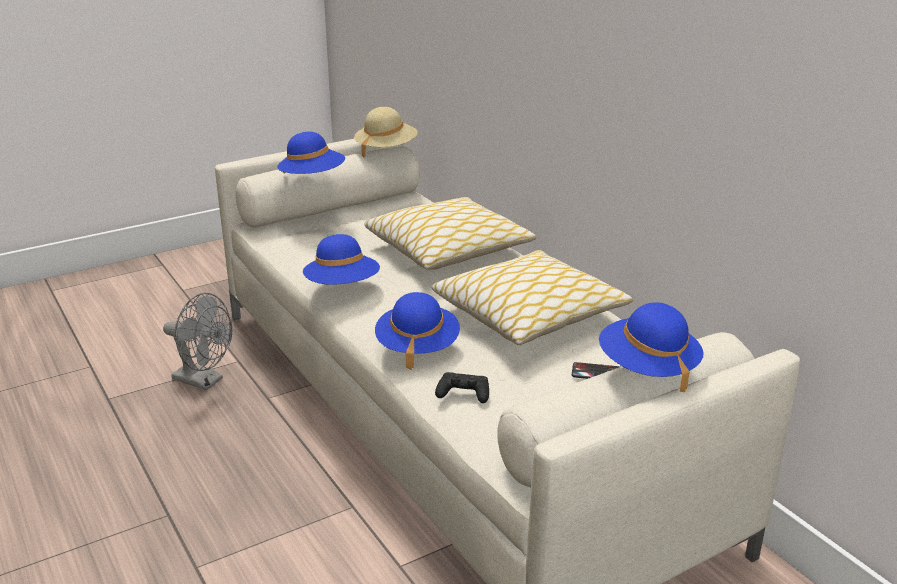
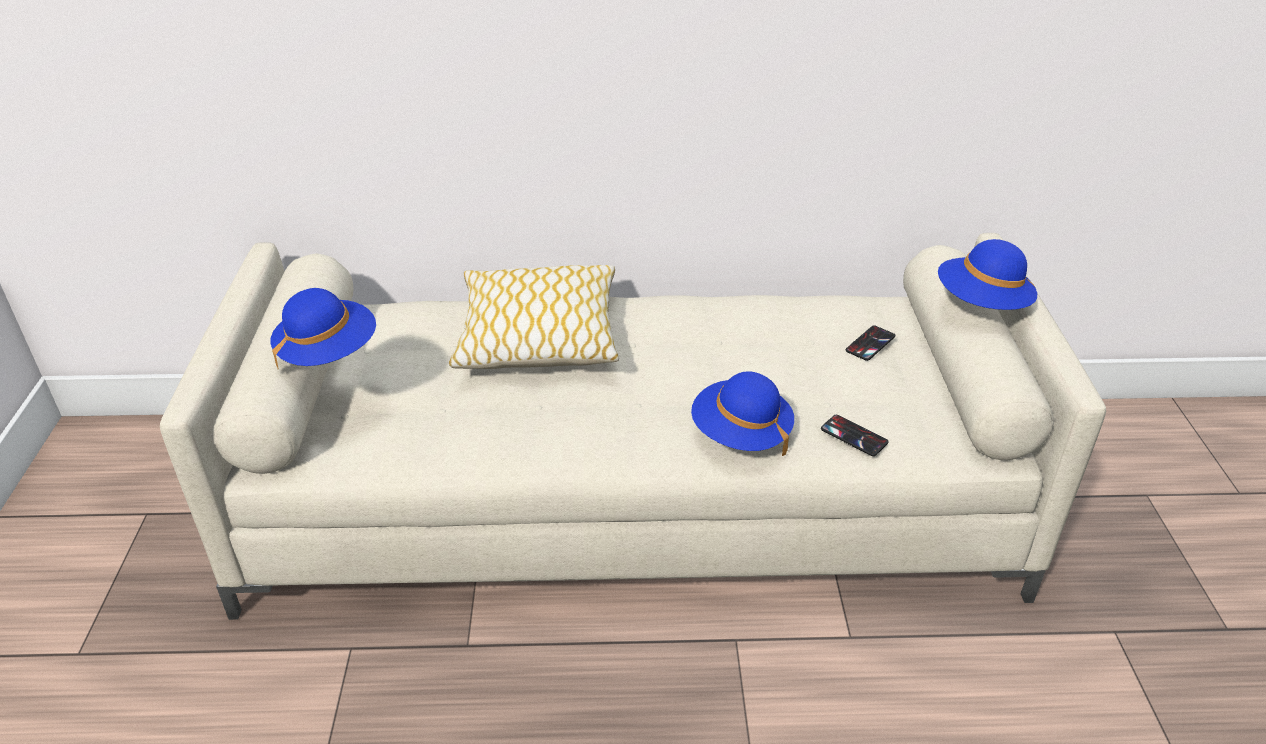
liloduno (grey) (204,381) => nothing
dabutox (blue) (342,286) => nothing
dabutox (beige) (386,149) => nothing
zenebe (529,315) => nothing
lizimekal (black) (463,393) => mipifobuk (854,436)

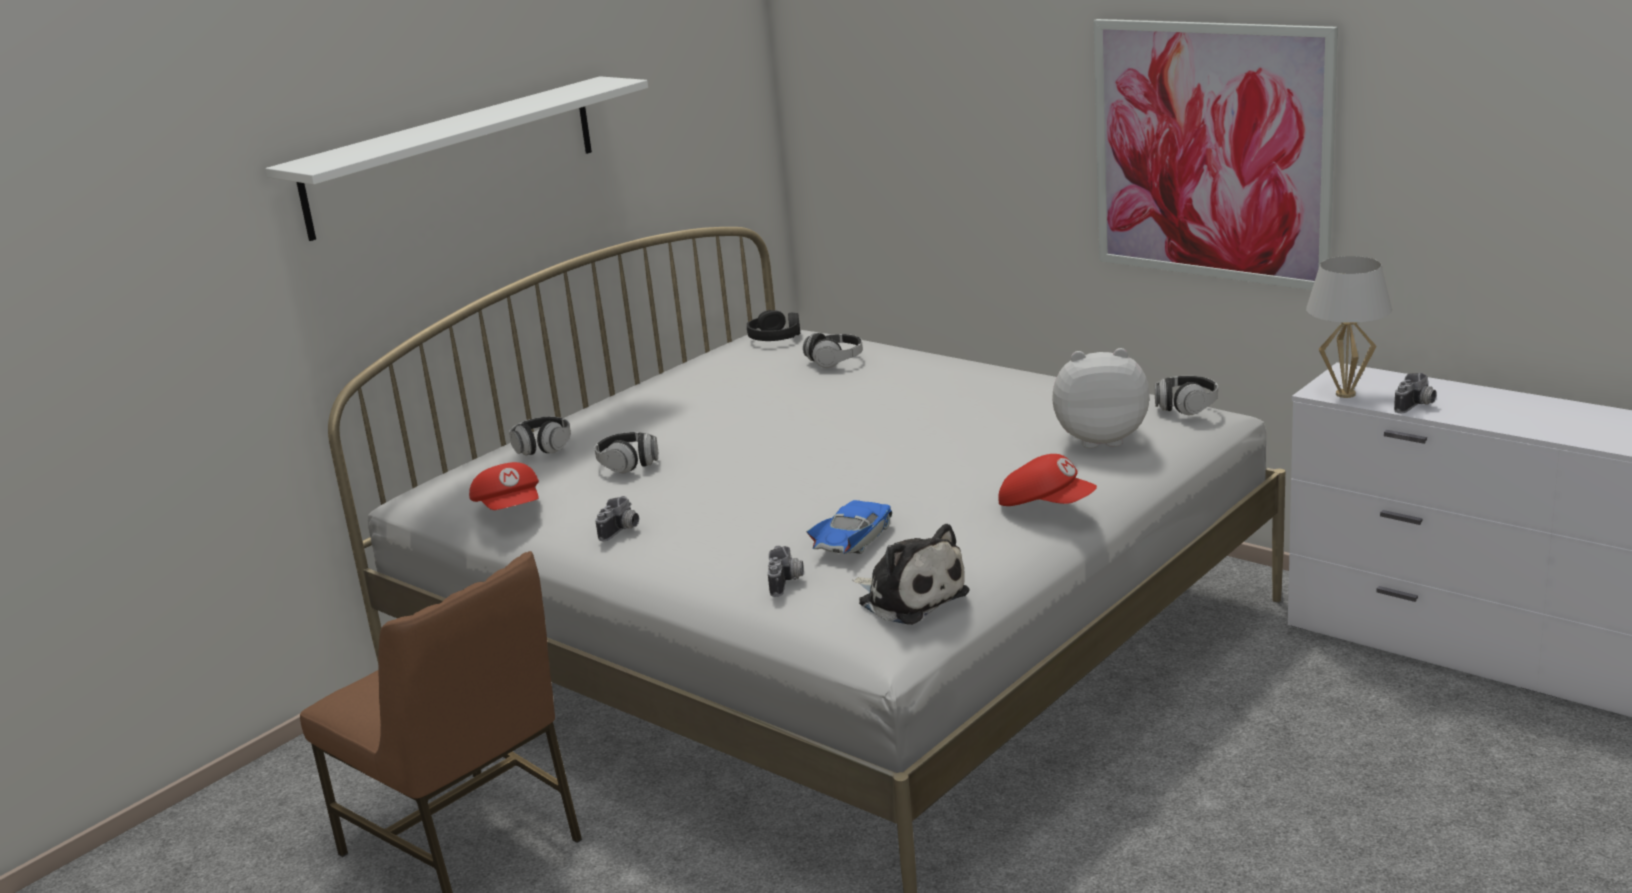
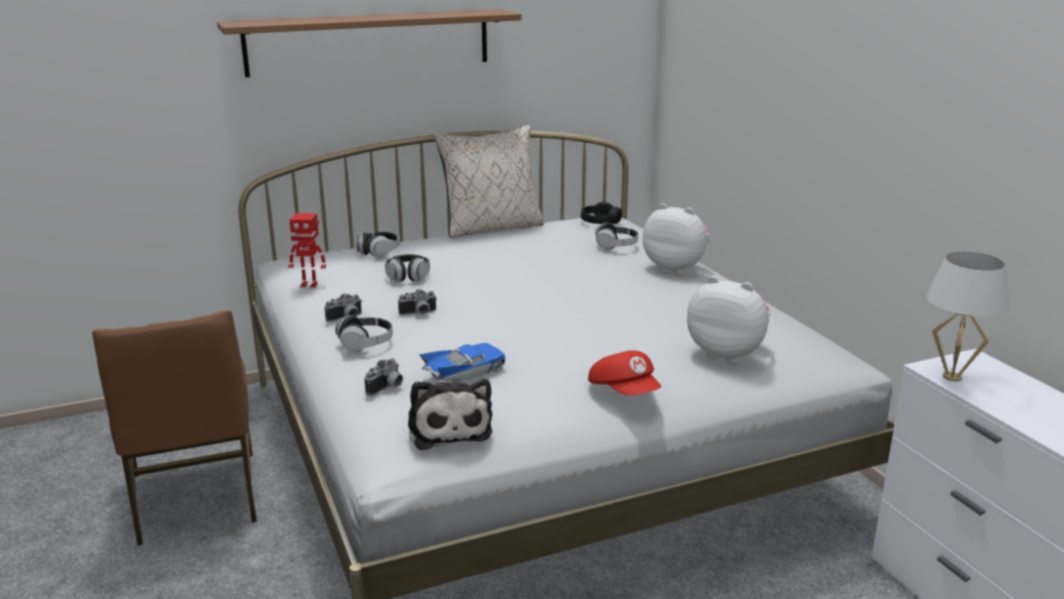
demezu (1211,152) => nothing
nothing => zenebe (beige) (492,228)
nothing => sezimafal (676,268)
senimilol (1185,407) => senimilol (365,344), shifted
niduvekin (1417,406) => niduvekin (418,313), shifted
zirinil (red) (510,509) => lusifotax (309,284)
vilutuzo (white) (453,156) => vilutuzo (brown) (369,42)

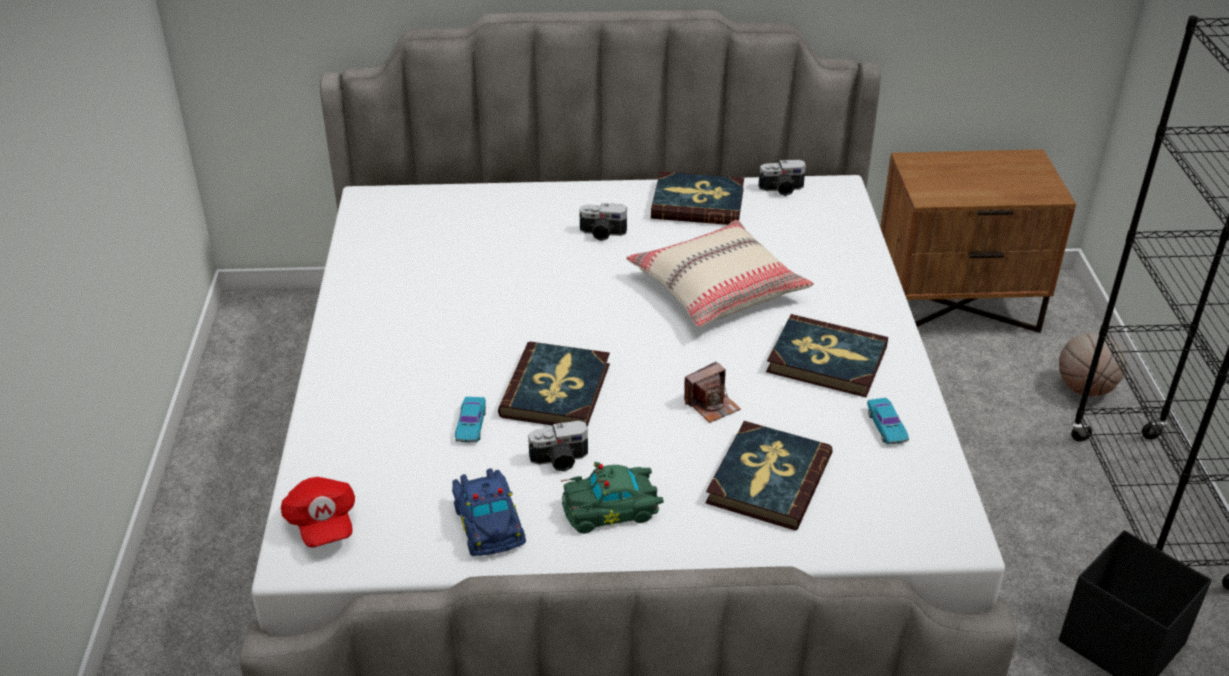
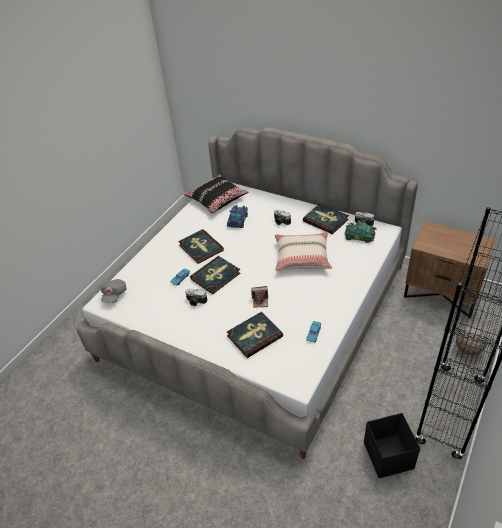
nothing => zenebe (black) (216,199)
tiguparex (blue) (489,522) => tiguparex (blue) (238,220), shifted
tiguparex (green) (613,509) => tiguparex (green) (360,236), shifted
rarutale (826,360) => rarutale (200,248), shifted
zirinil (red) (322,524) => zirinil (grey) (114,295)

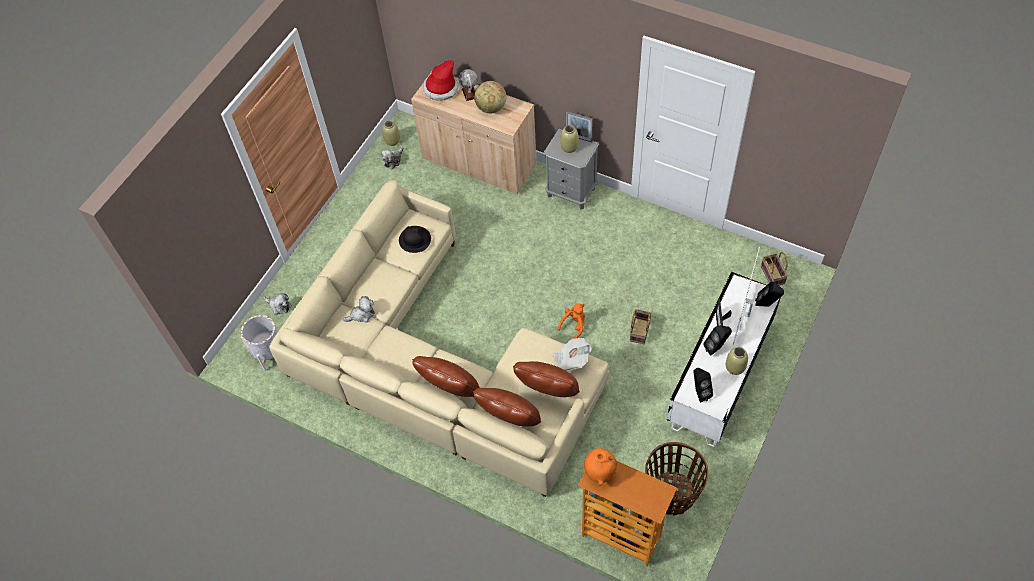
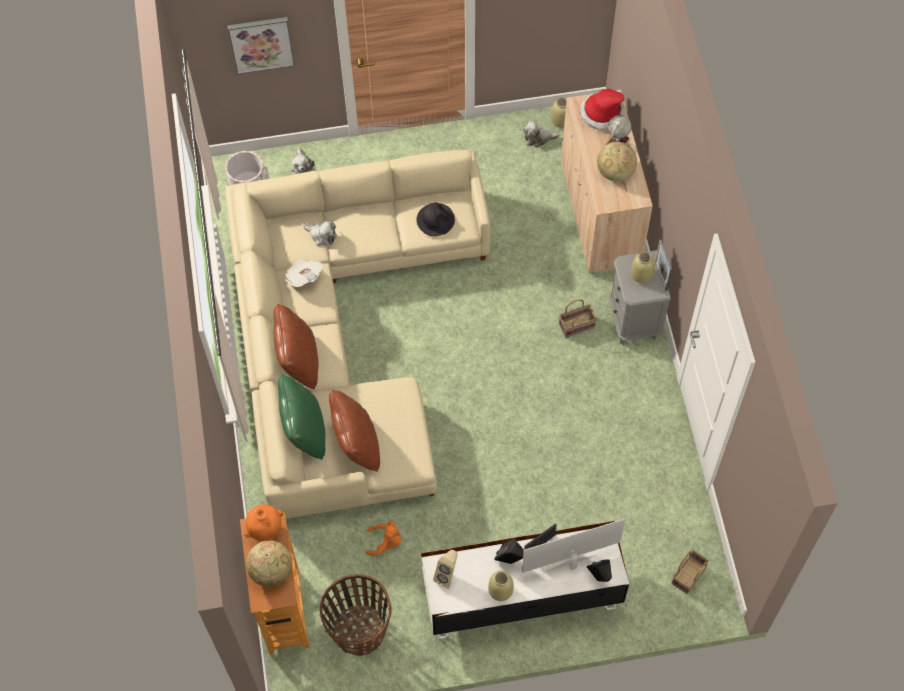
nothing => demezu (261,44)
nothing => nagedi (272,571)
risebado (571,359) => risebado (304,277), shifted
sezimafal (orange) (574,325) => sezimafal (orange) (385,542), shifted
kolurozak (639,330) => kolurozak (577,325), shifted
zenebe (brown) (509,420) => zenebe (green) (305,431)
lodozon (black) (699,392) => lodozon (beige) (447,575)

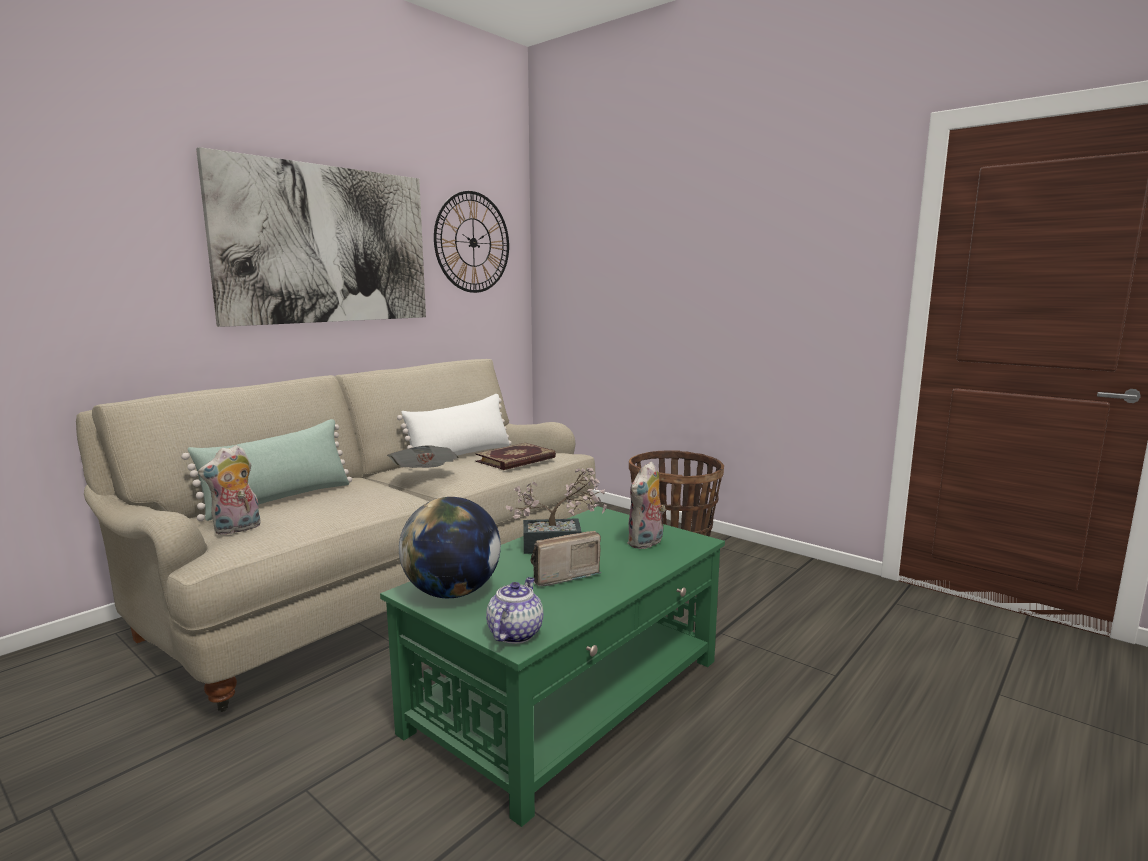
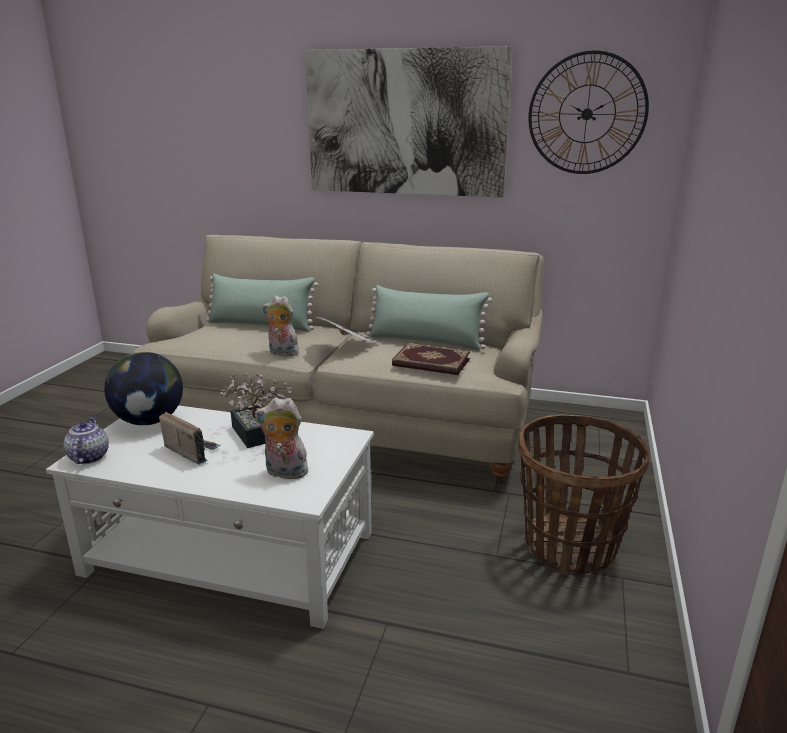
sezimafal (237,529) => sezimafal (281,353), shifted
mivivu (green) (570,694) => mivivu (white) (231,554)
zenebe (white) (460,455) => zenebe (green) (426,341)
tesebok (515,633) => tesebok (89,457), 90 degrees counterclockwise

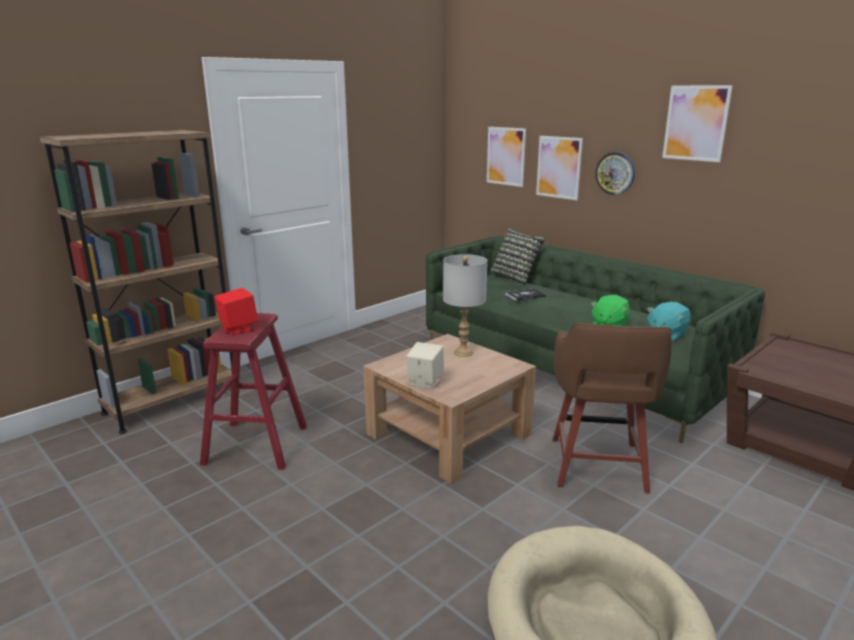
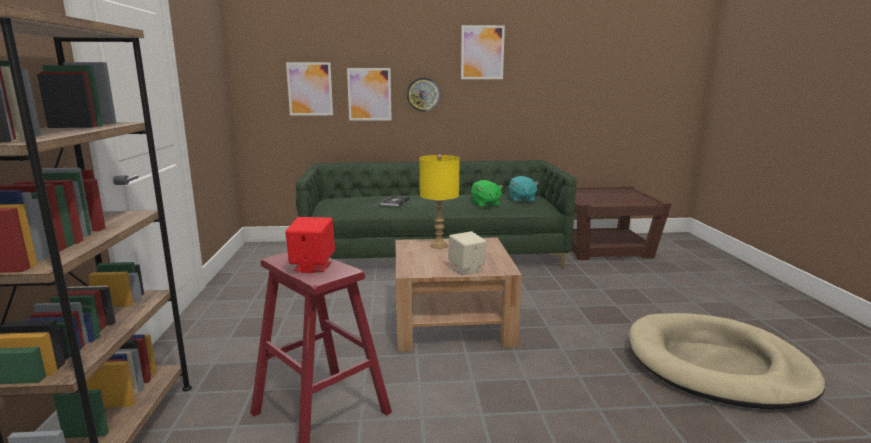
zenebe (515,278) => nothing
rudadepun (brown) (597,467) => nothing
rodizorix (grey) (463,352) => rodizorix (yellow) (439,245)

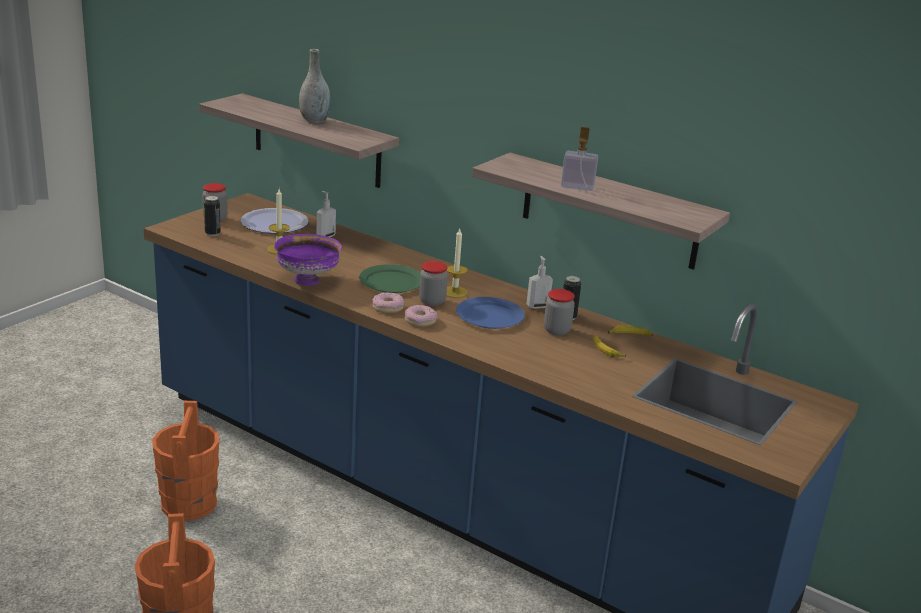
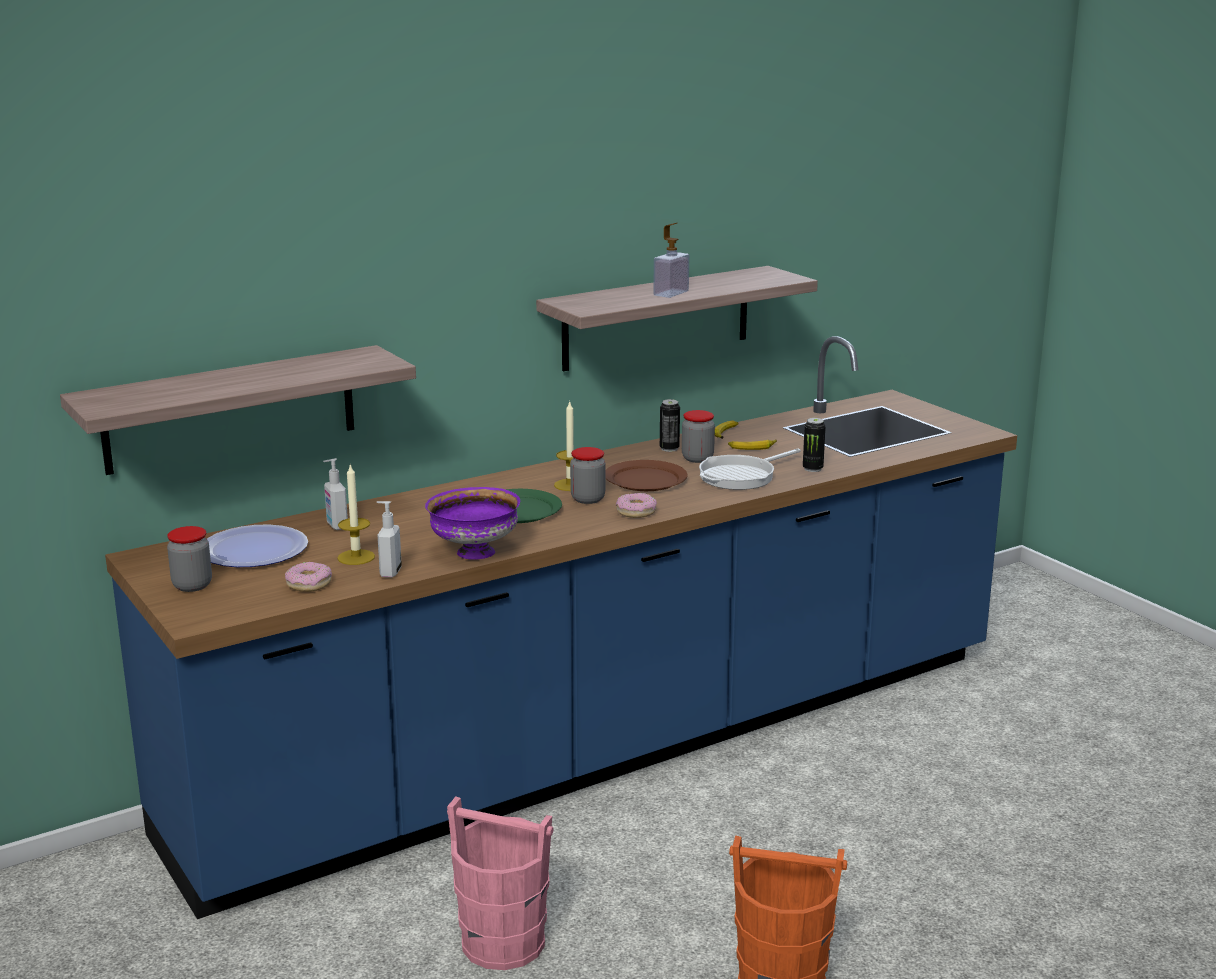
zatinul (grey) (314,120) => nothing
nothing => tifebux (741,476)
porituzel (212,233) => porituzel (812,469), shifted
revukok (388,307) => revukok (309,584), shifted
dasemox (537,306) => dasemox (389,572), shifted
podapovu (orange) (189,503) => podapovu (pink) (502,942)
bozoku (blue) (490,316) => bozoku (brown) (646,480)

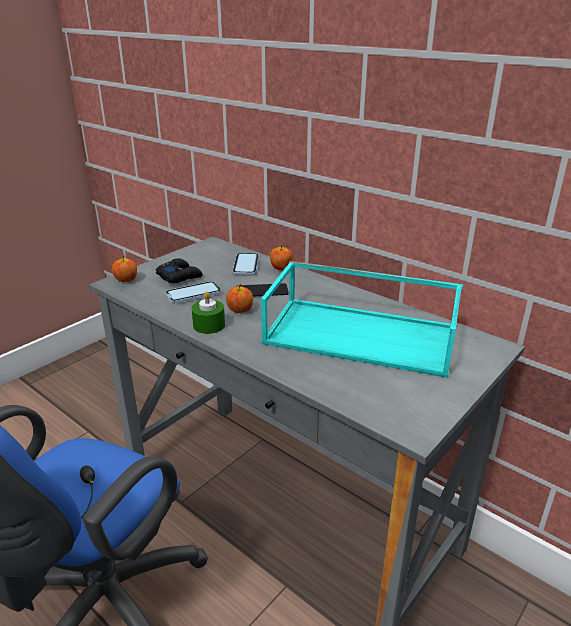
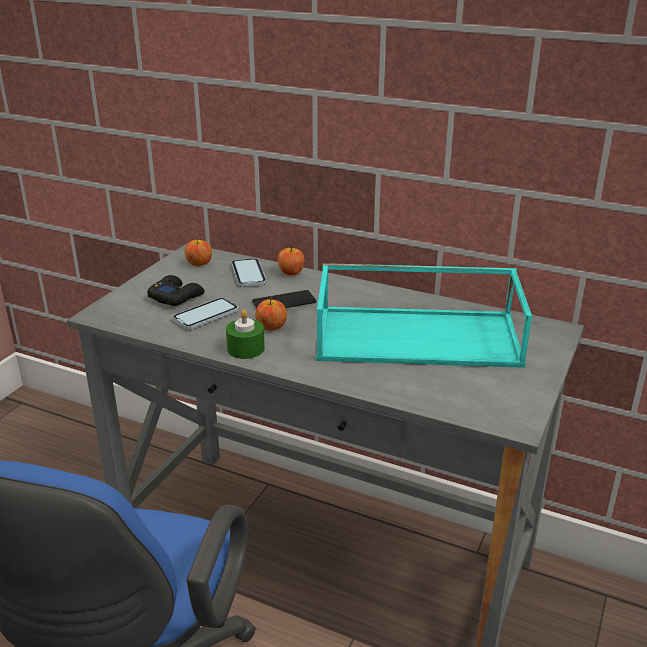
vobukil (126,280) => vobukil (199,264), shifted

